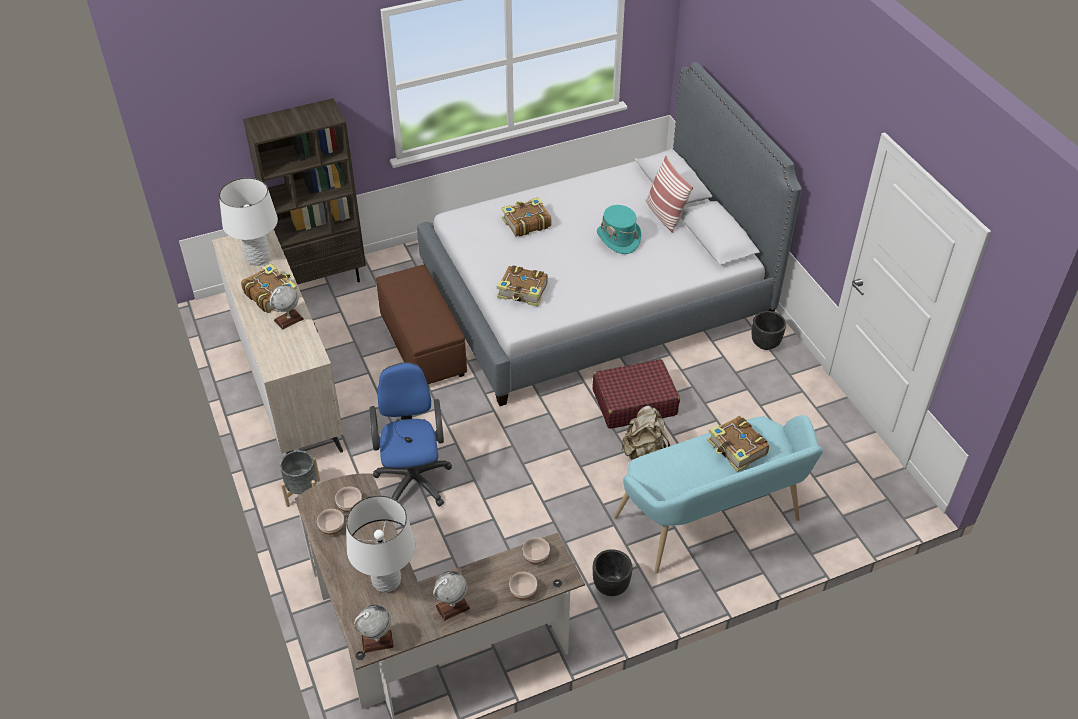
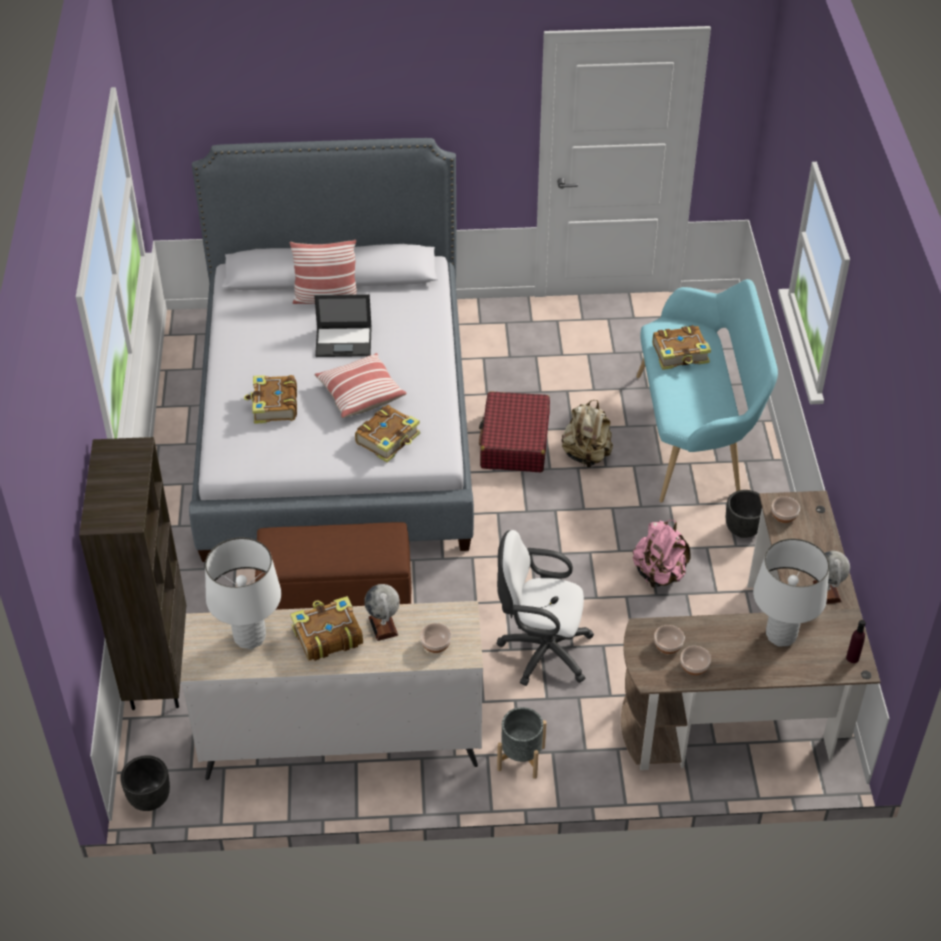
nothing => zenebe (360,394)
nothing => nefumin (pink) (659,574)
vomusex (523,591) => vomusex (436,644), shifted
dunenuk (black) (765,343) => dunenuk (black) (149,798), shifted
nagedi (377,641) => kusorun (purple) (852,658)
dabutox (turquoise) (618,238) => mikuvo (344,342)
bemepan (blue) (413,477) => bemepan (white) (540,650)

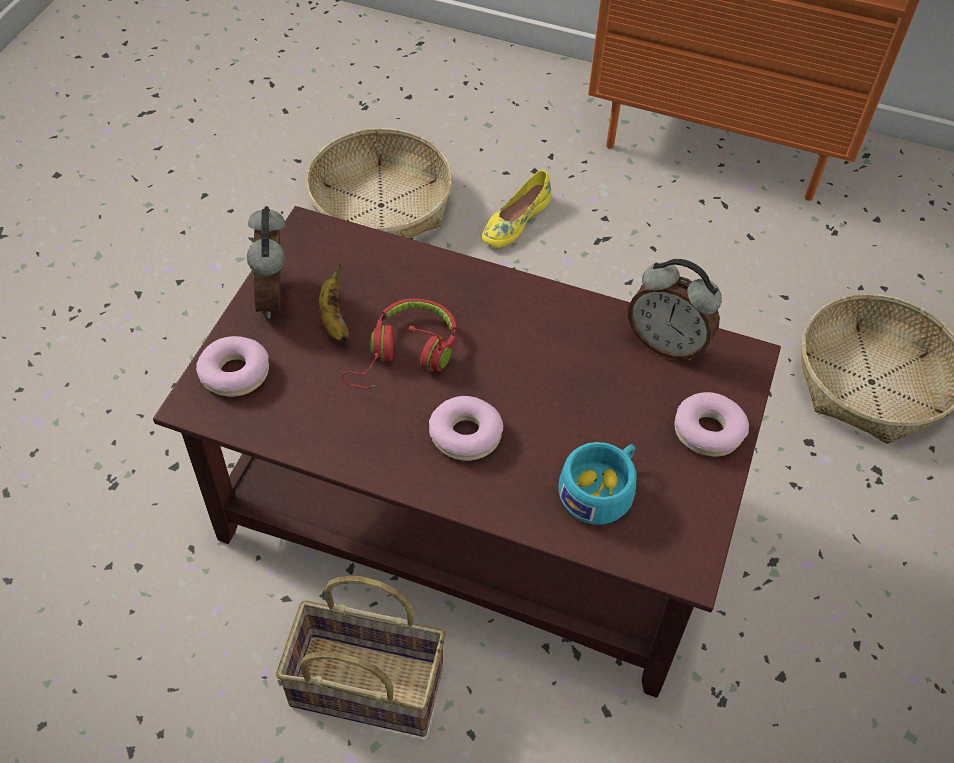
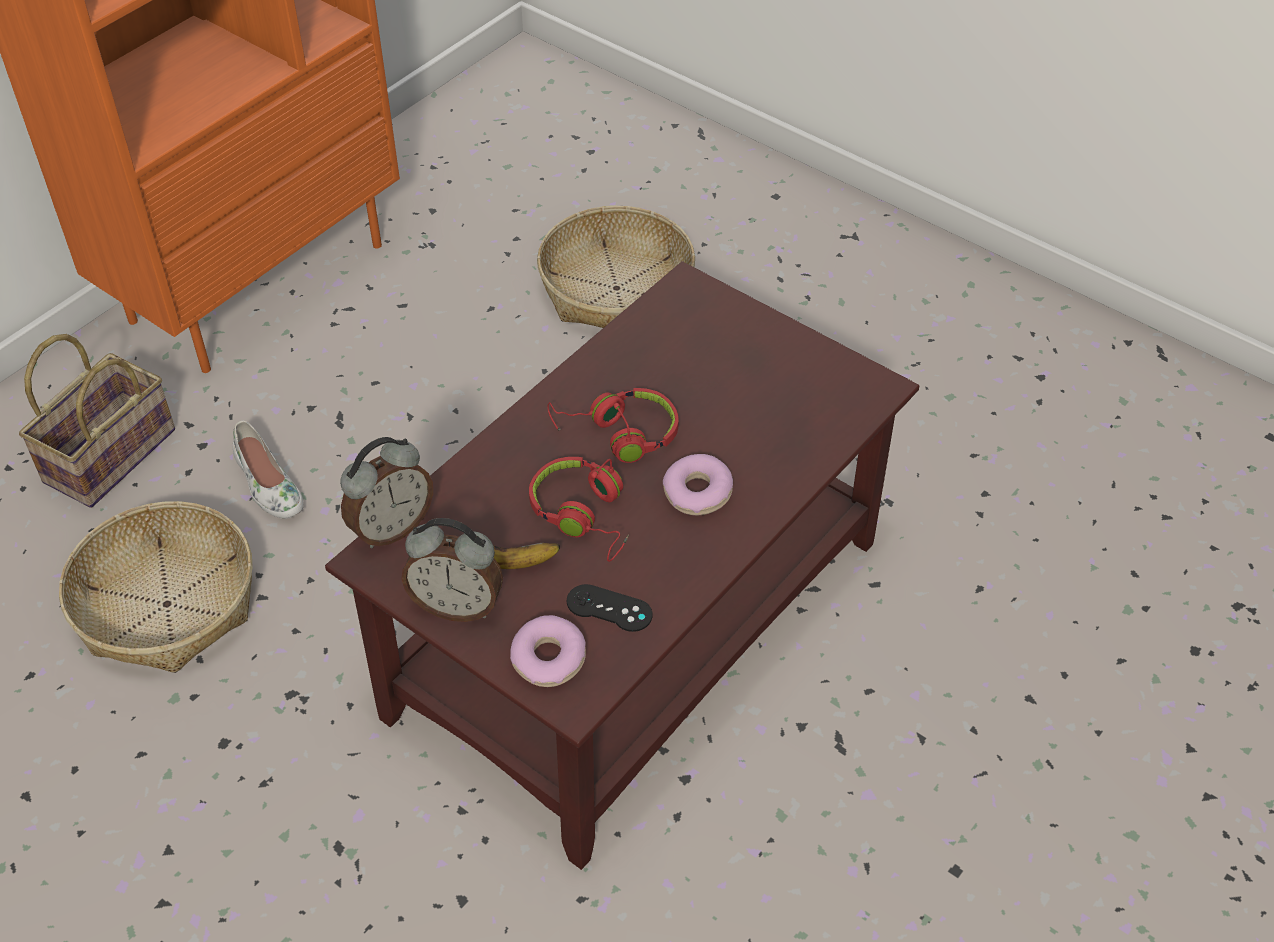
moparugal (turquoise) (601,490) => nothing
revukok (708,431) => nothing
nothing => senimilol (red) (618,434)
nothing => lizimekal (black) (609,608)
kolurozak (371,683) => kolurozak (110,453), shifted
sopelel (667,343) => sopelel (391,528), shifted
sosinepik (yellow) (515,220) => sosinepik (white) (267,484)

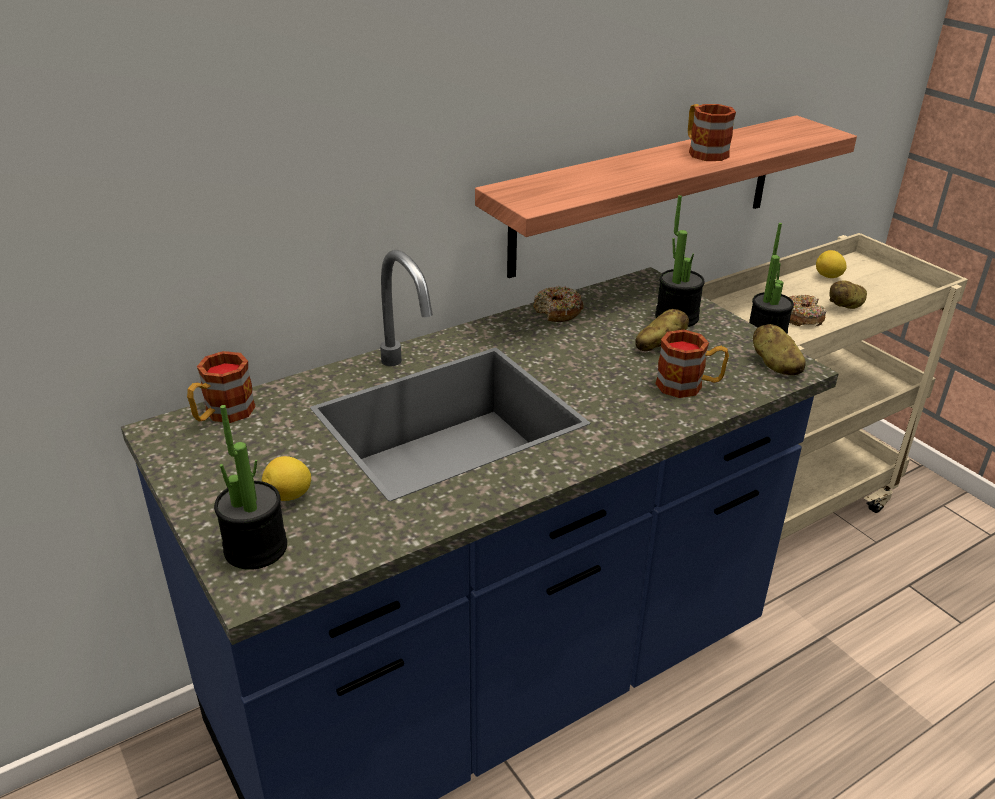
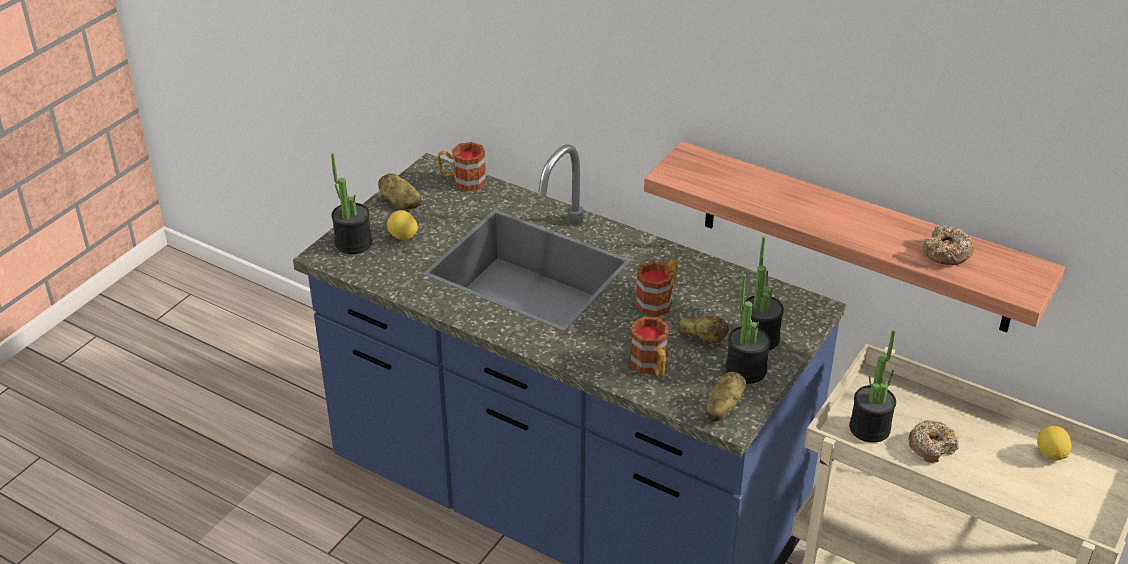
nothing => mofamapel (746,370)
revukok (558,312) => revukok (946,253), shifted
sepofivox (703,151) => sepofivox (658,300), shifted
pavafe (846,306) => pavafe (400,203), shifted

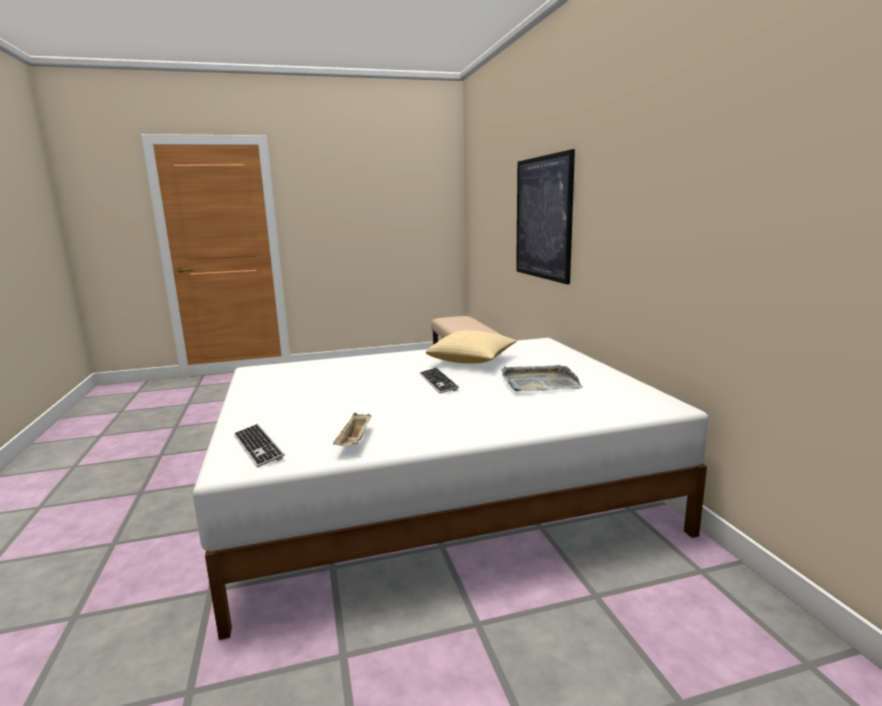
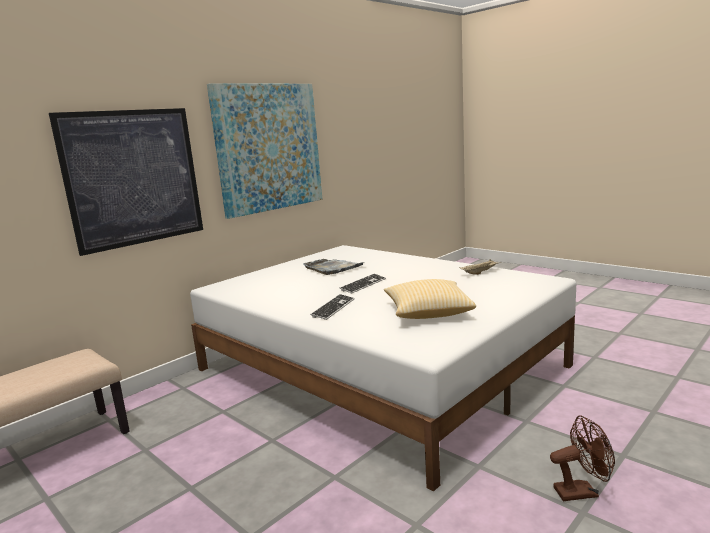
nothing => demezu (269,148)
nothing => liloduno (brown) (581,491)
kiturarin (258,447) => kiturarin (333,308), shifted
zenebe (472,360) => zenebe (428,312), shifted

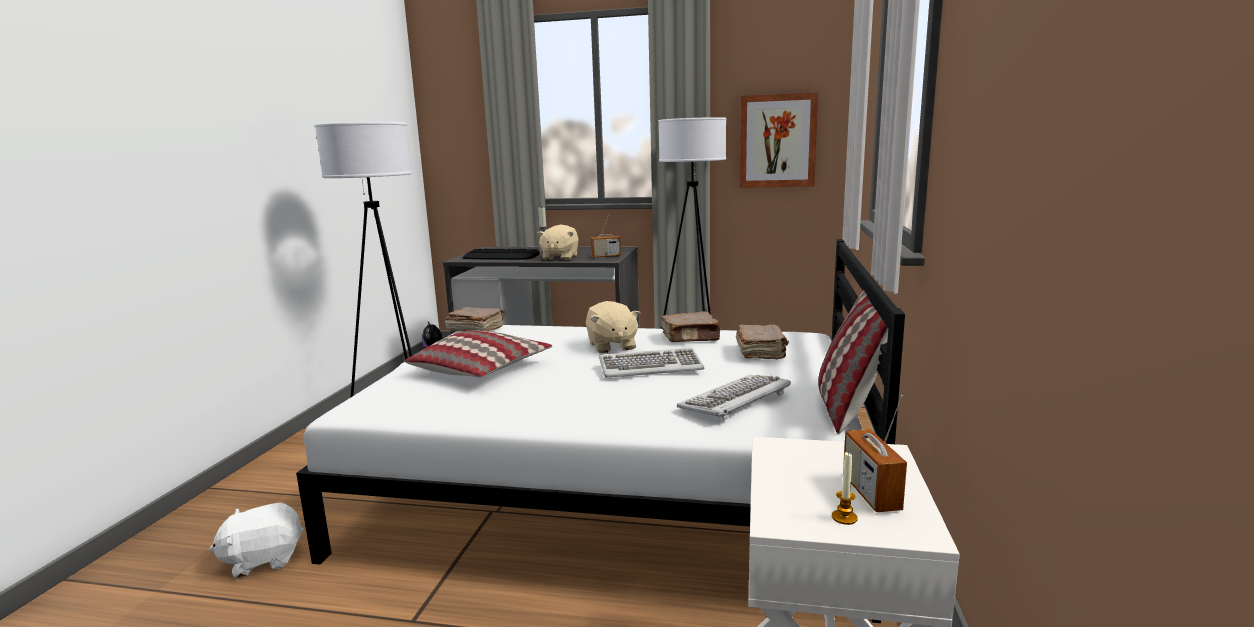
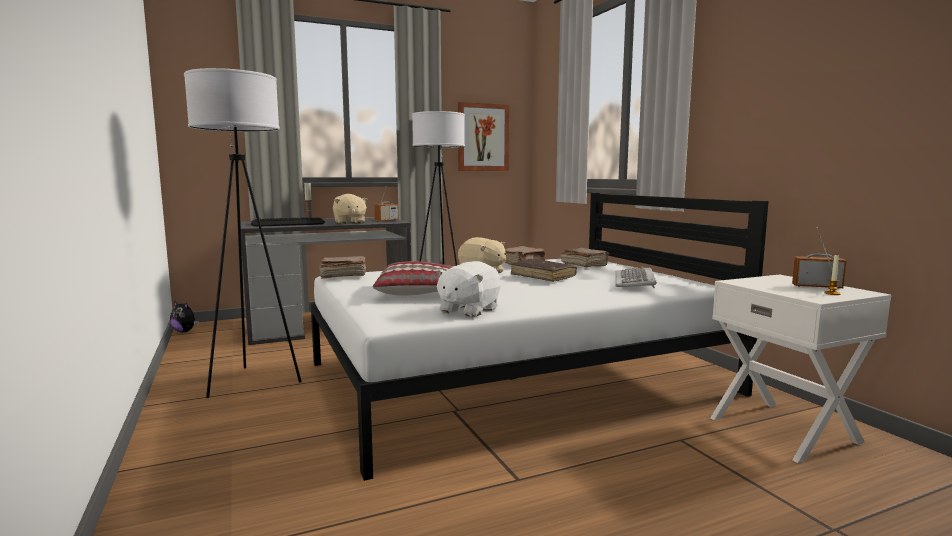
zenebe (847,407) => nothing
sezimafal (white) (264,559) => sezimafal (white) (468,310), shifted
kiturarin (651,367) => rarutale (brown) (543,276)
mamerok (871,493) => mamerok (816,287), 150 degrees clockwise

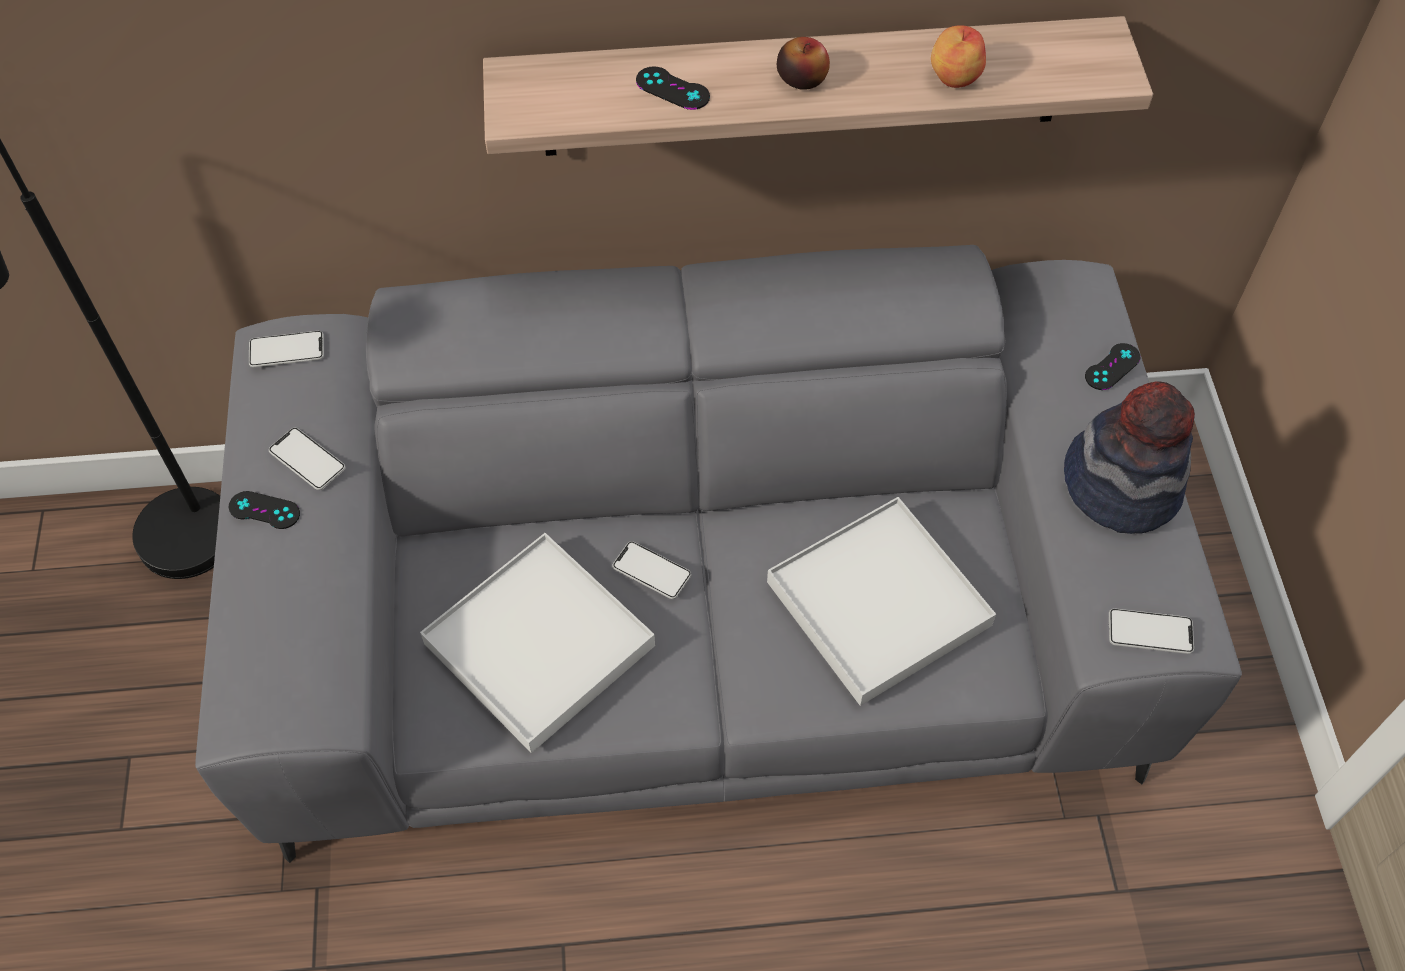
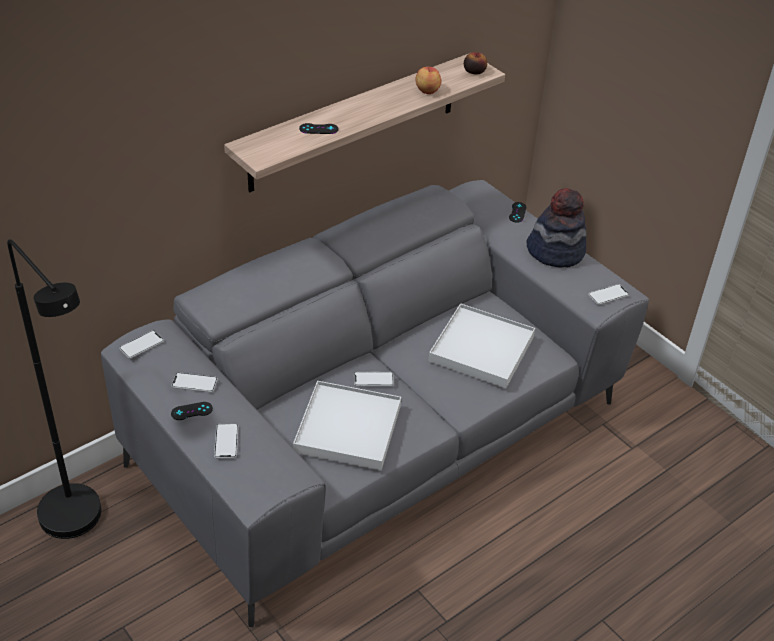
nothing => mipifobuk (226,441)
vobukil (802,78) => vobukil (474,71), shifted

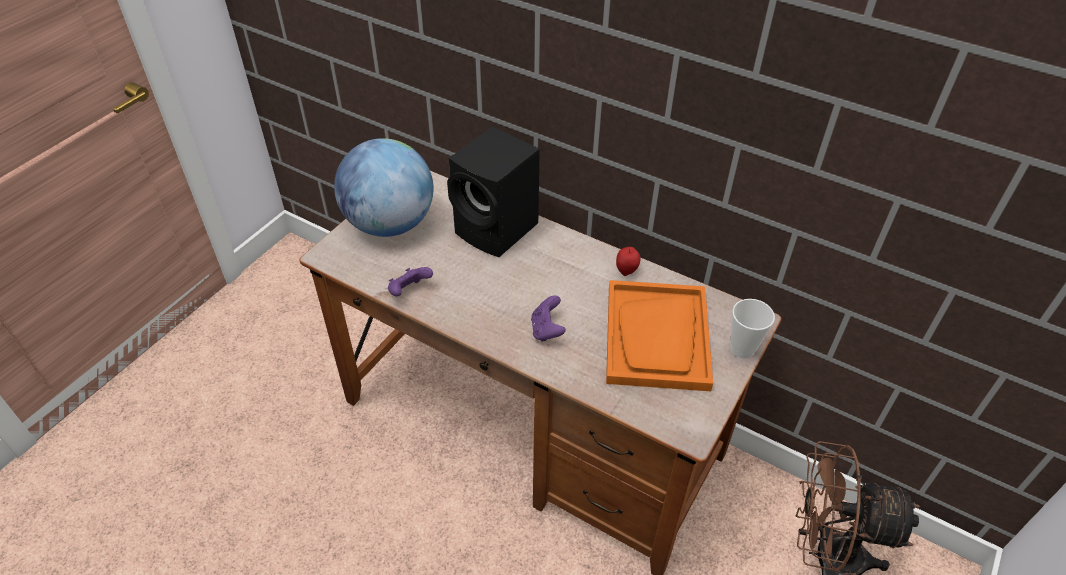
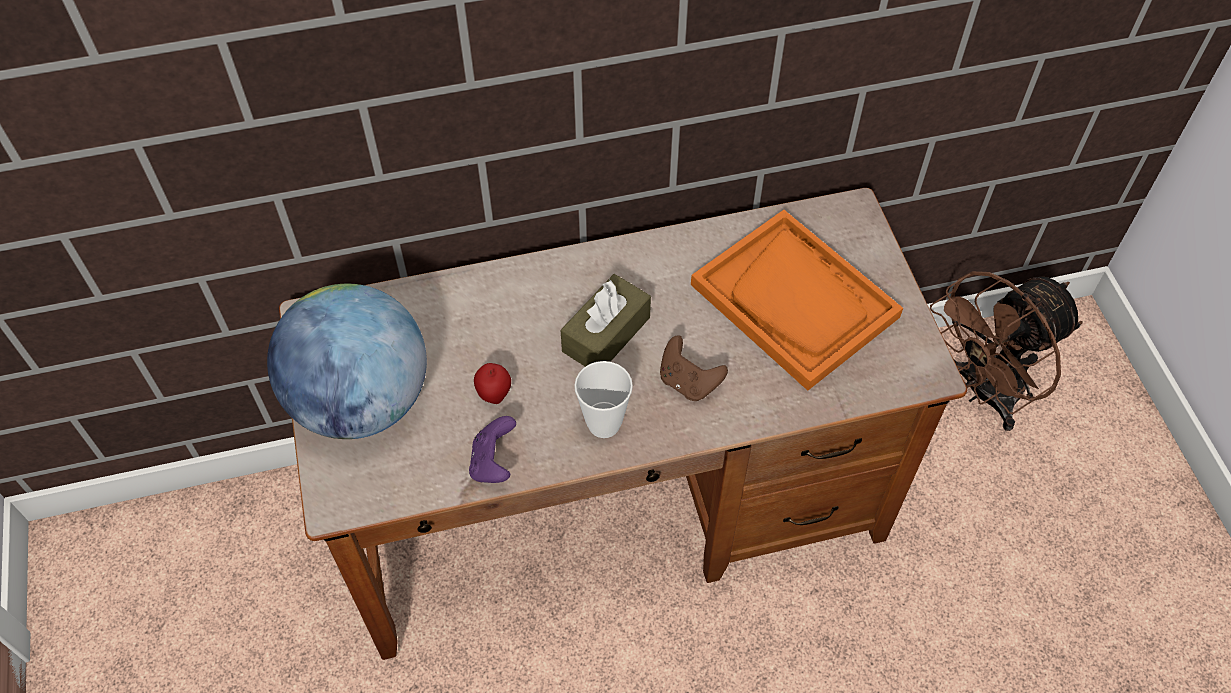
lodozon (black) (498,230) => nothing
nothing => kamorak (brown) (606,334)
vobukil (626,271) => vobukil (494,395), shifted
moparugal (742,349) => moparugal (604,424), shifted
lizimekal (purple) (547,330) => lizimekal (brown) (688,382)

